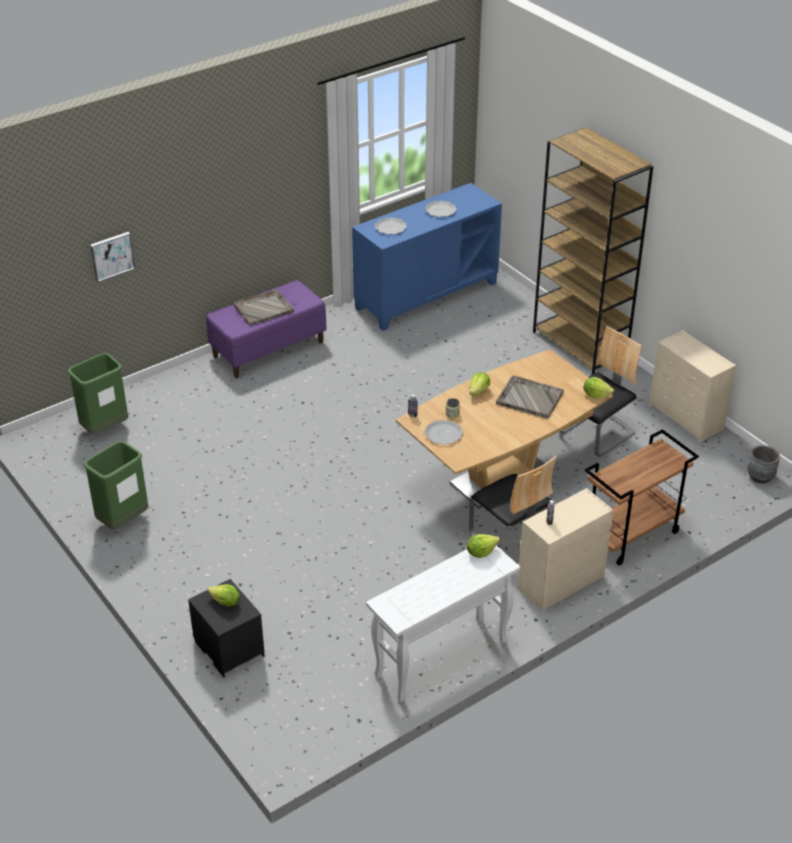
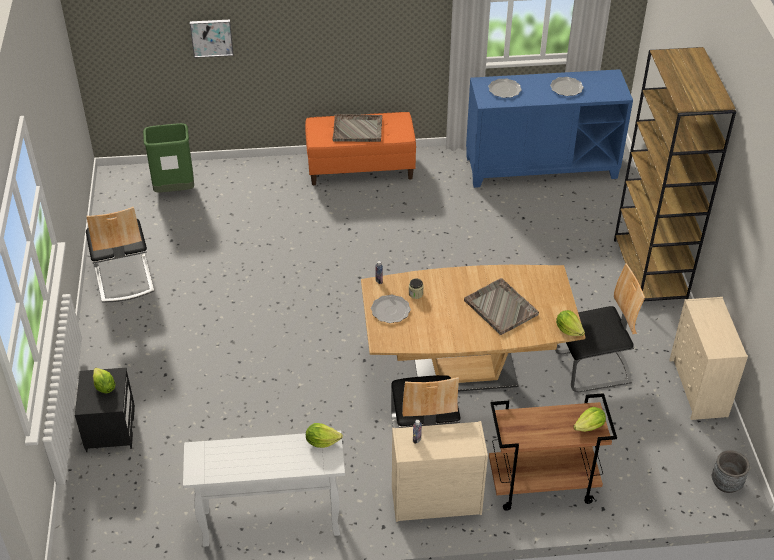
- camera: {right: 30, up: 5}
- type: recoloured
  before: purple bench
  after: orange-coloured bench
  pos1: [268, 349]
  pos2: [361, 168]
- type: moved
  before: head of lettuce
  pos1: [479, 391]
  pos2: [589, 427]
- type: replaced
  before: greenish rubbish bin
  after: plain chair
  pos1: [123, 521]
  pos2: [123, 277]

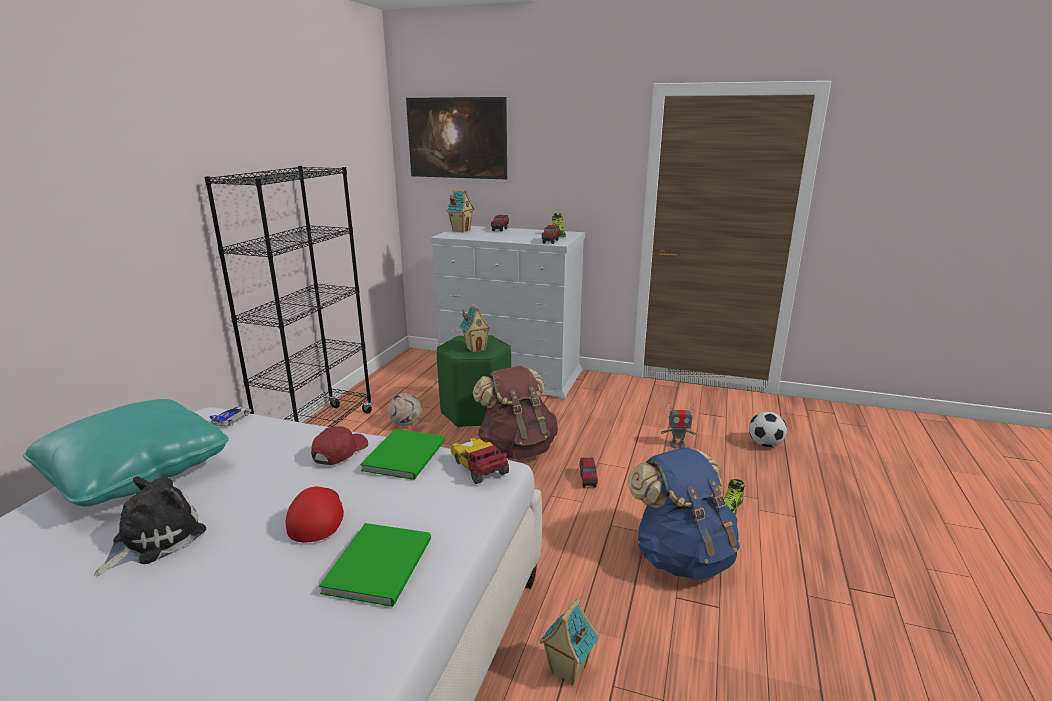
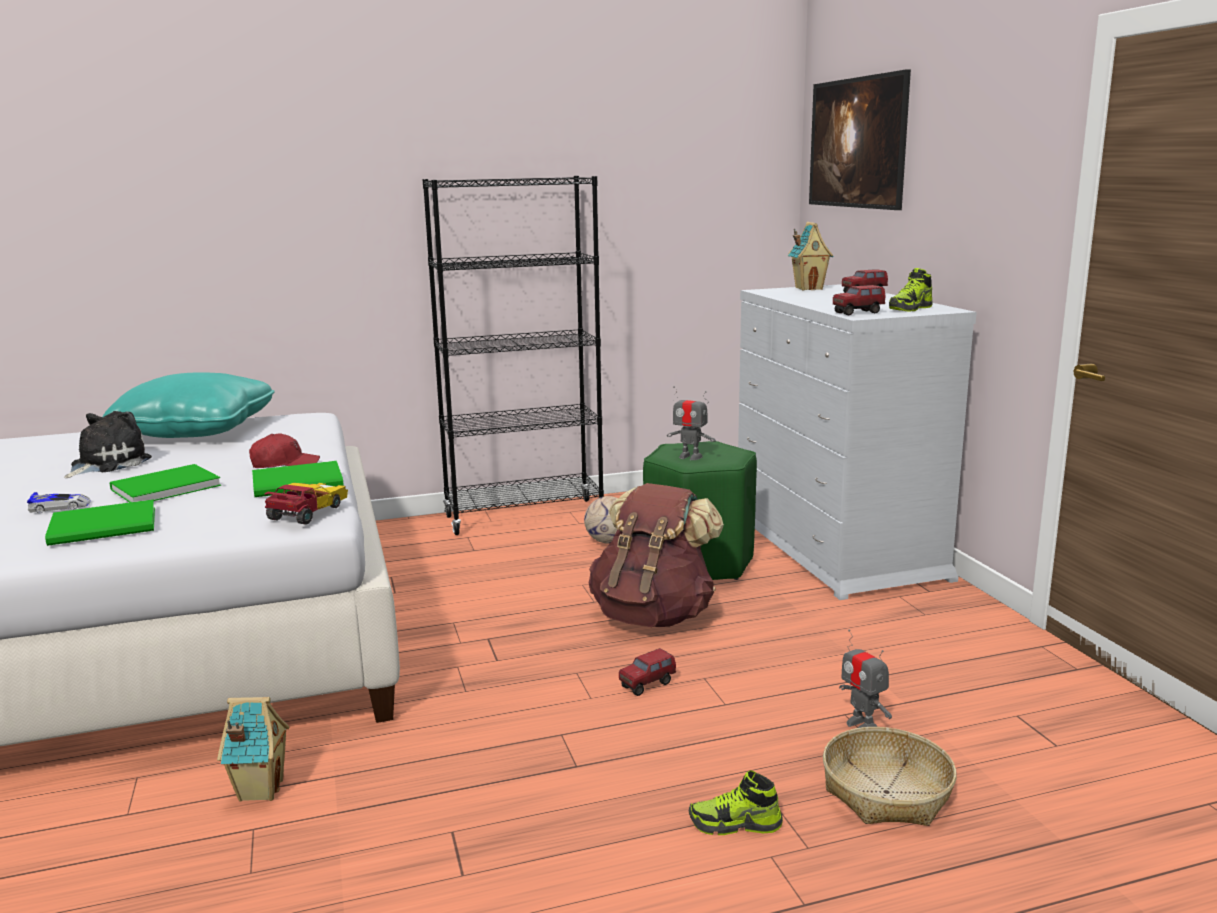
- camera: {right: 55, up: -5}
- type: replaced
  before: model house
  after: toy robot
  pos1: [476, 348]
  pos2: [690, 457]
- type: moved
  before: toy car
  pos1: [232, 418]
  pos2: [60, 507]
- type: removed
  before: football ball
  pos1: [765, 444]
- type: removed
  before: blue backpack
  pos1: [681, 556]
- type: turned
  before: plush toy
  pos1: [154, 539]
  pos2: [106, 464]
  turn: -60
- type: replaced
  before: red peaked cap
  after: greenish volume
  pos1: [317, 516]
  pos2: [162, 487]
- type: added
  after: basket
  pos2: [887, 792]

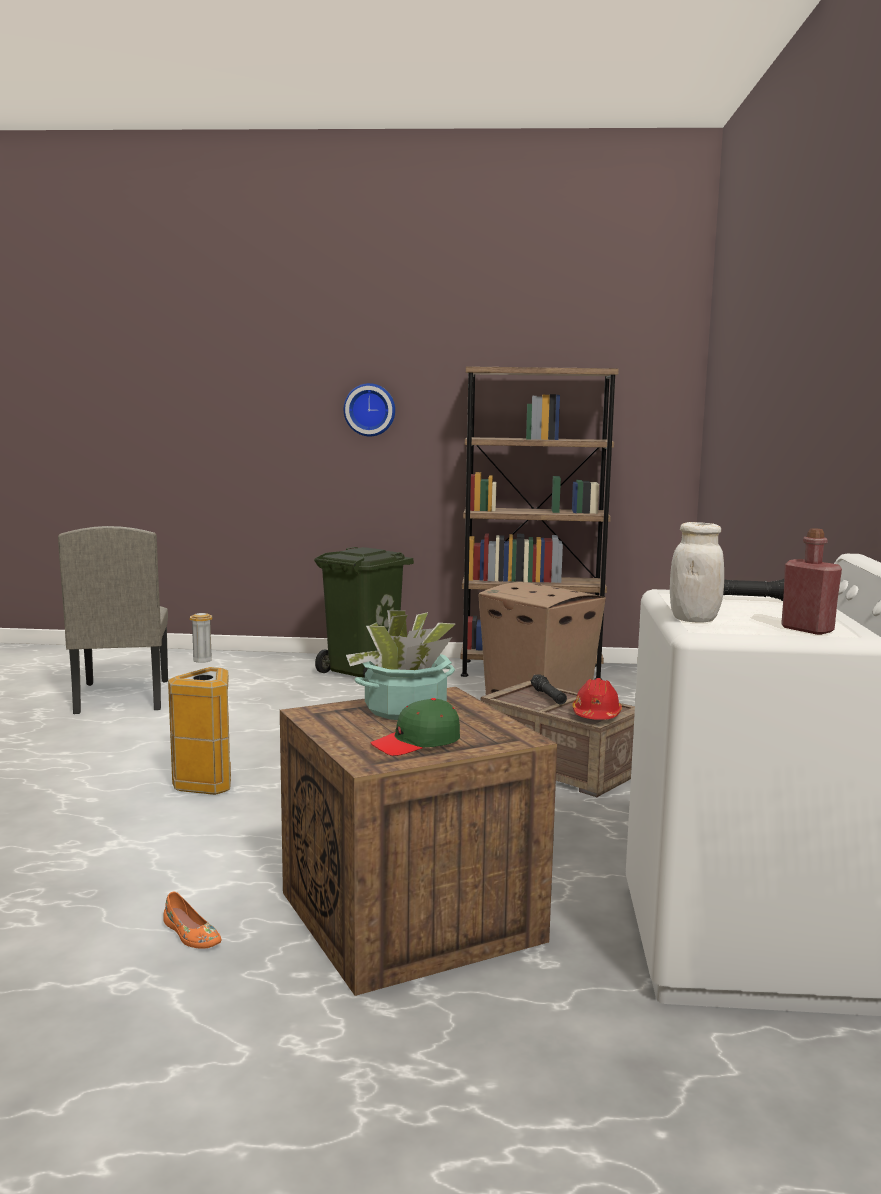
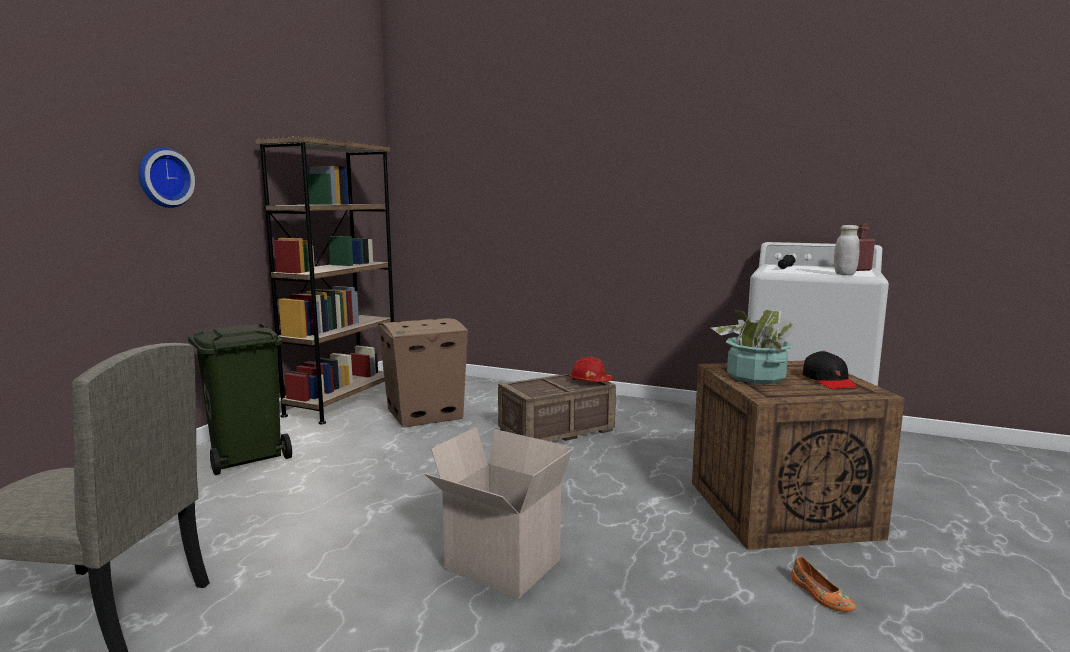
- camera: {right: -70, up: 0}
- type: replaced
  before: rubbish bin
  after: cardboard box
  pos1: [208, 784]
  pos2: [499, 566]
- type: removed
  before: blackish torch
  pos1: [548, 696]
- type: recoloured
  before: greenish peaked cap
  after: blackish peaked cap
  pos1: [417, 742]
  pos2: [829, 381]
- type: turned
  before: orange-coloured shoe
  pos1: [191, 935]
  pos2: [820, 595]
  turn: 90

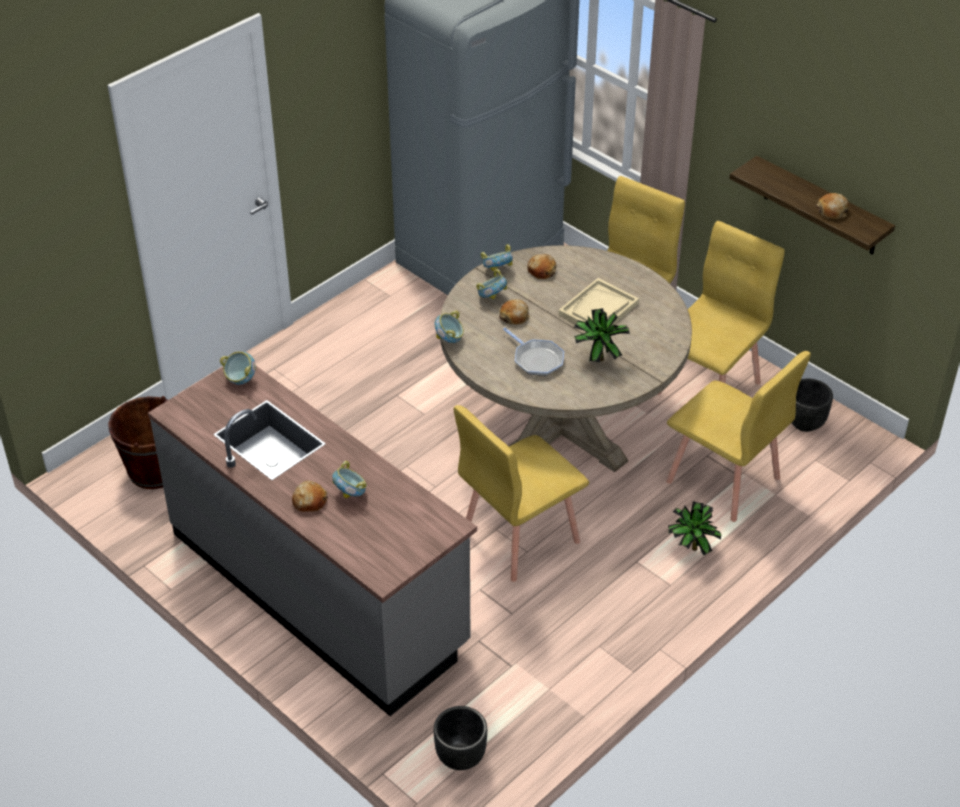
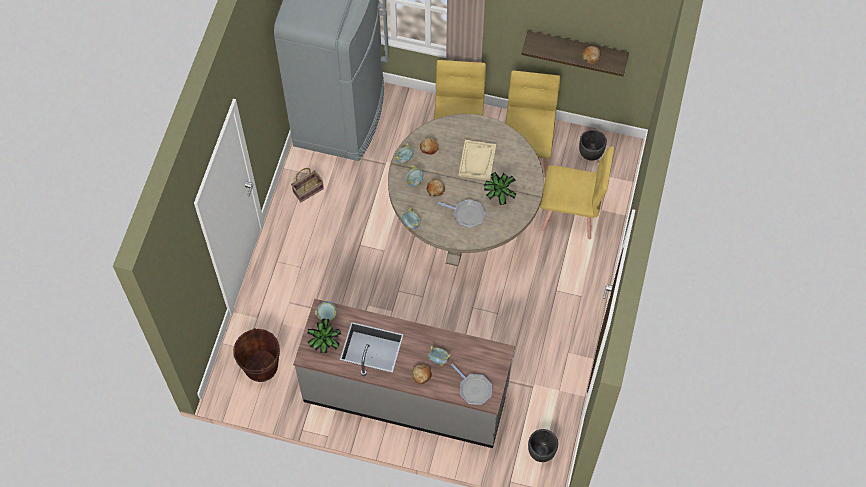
- camera: {right: -30, up: 20}
- type: removed
  before: yellowish plain chair
  pos1: [519, 537]
- type: moved
  before: houseplant
  pos1: [690, 548]
  pos2: [324, 344]
- type: added
  after: basket
  pos2: [308, 191]
- type: added
  after: skillet
  pos2: [474, 389]

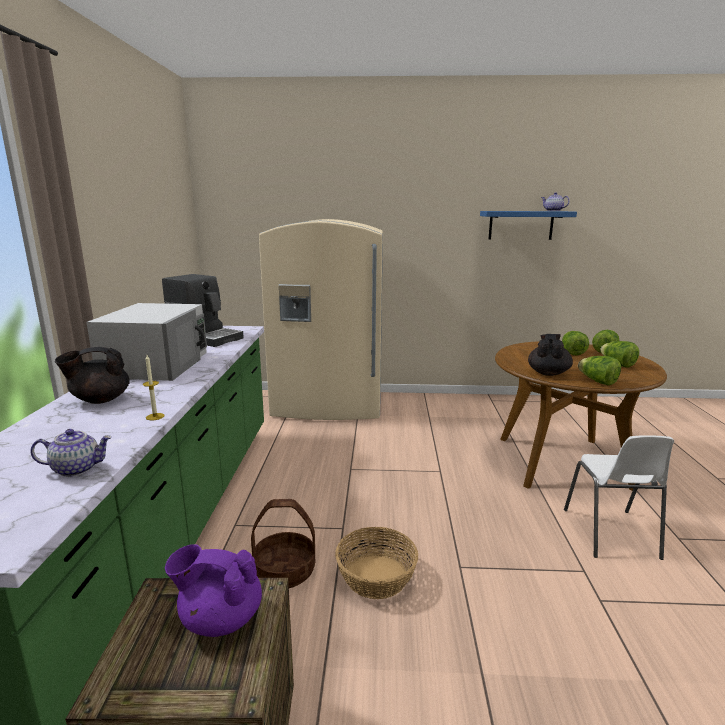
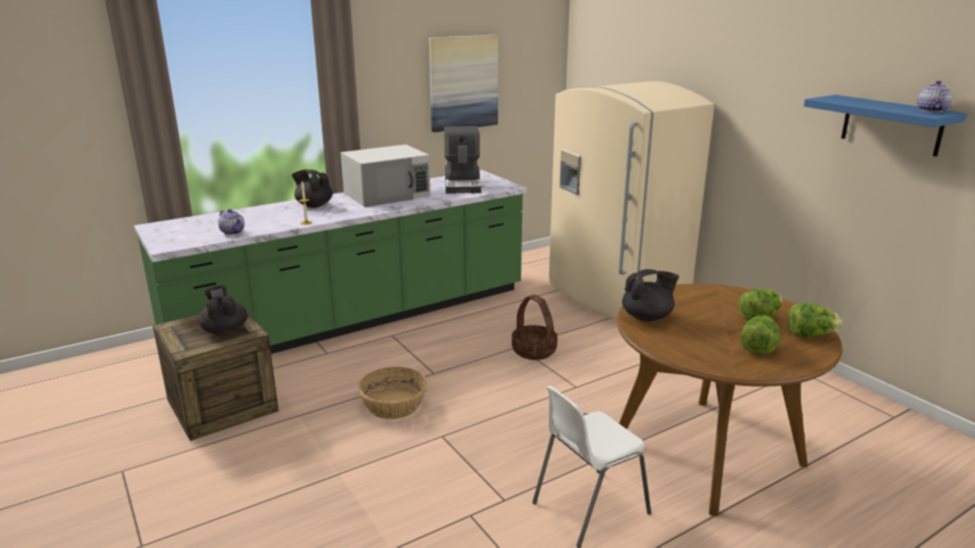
- camera: {right: 55, up: 5}
- type: removed
  before: head of lettuce
  pos1: [597, 382]
- type: moved
  before: basket
  pos1: [285, 570]
  pos2: [534, 350]
- type: recoloured
  before: purple teapot
  after: blackish teapot
  pos1: [220, 618]
  pos2: [225, 330]
- type: added
  after: wall picture
  pos2: [463, 83]

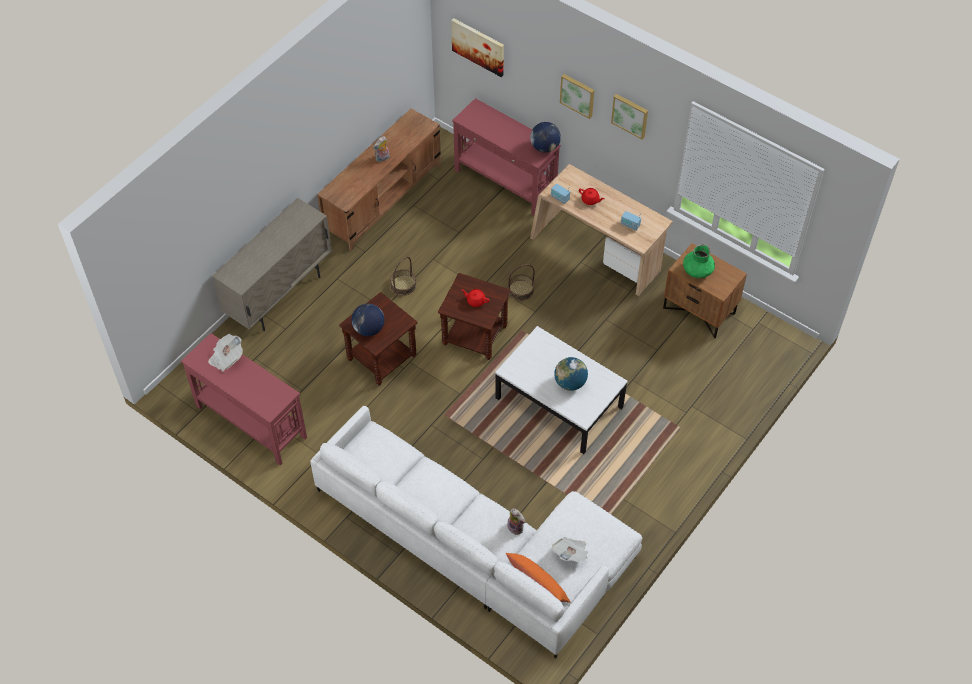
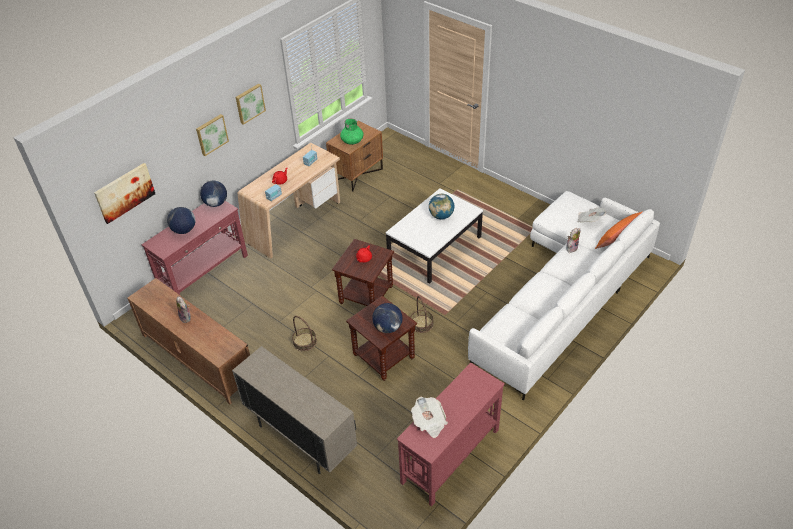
- camera: {right: -85, up: -10}
- type: moved
  before: basket
  pos1: [521, 290]
  pos2: [421, 324]
- type: added
  after: world globe
  pos2: [184, 230]

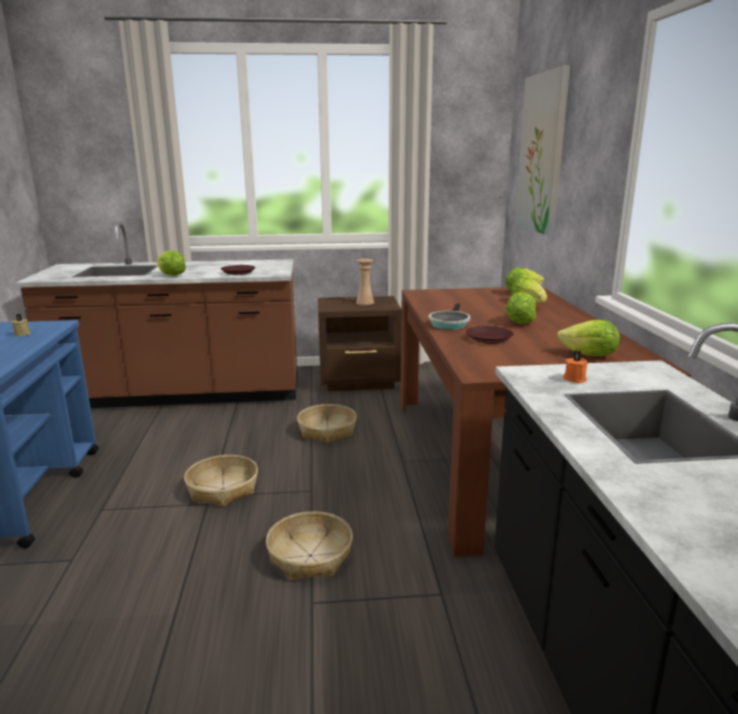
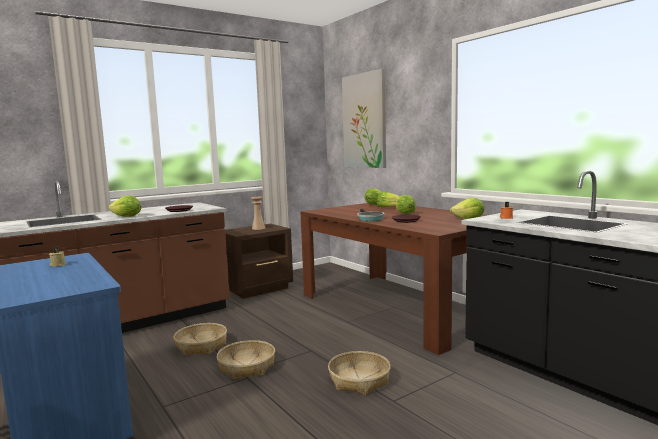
- camera: {right: -30, up: -10}
- type: moved
  before: basket
  pos1: [327, 430]
  pos2: [201, 346]

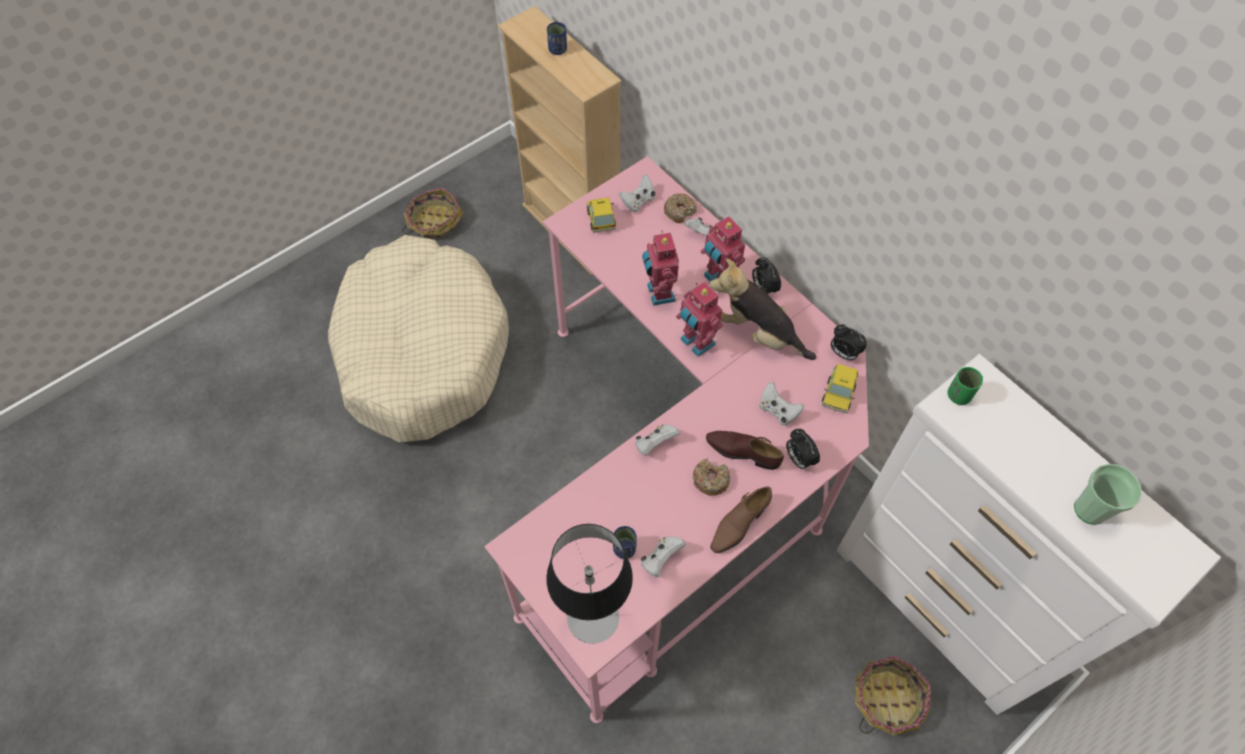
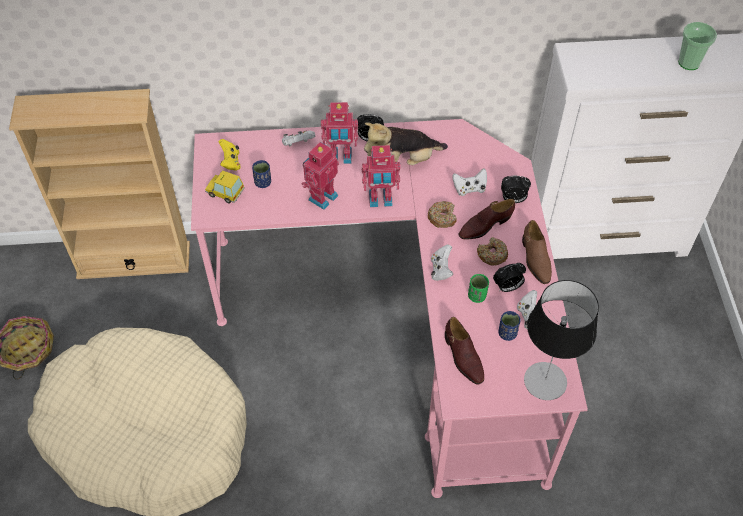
- camera: {right: -55, up: -5}
- type: moved
  before: blue small cup
  pos1: [557, 50]
  pos2: [263, 182]
- type: recoloured
  before: white gamepad
  after: yellowish gamepad
  pos1: [638, 201]
  pos2: [231, 162]
- type: moved
  before: ring doughnut
  pos1: [679, 211]
  pos2: [442, 217]
- type: turned
  before: toy robot
  pos1: [659, 293]
  pos2: [321, 197]
  turn: 105
- type: moved
  before: alarm clock
  pos1: [843, 353]
  pos2: [507, 287]
- type: removed
  before: toy car
  pos1: [838, 395]
- type: moved
  before: greenish small cup
  pos1: [958, 395]
  pos2: [477, 296]
- type: removed
  before: basket
  pos1: [887, 699]
- type: added
  after: brown-coloured shoe
  pos2: [463, 357]

